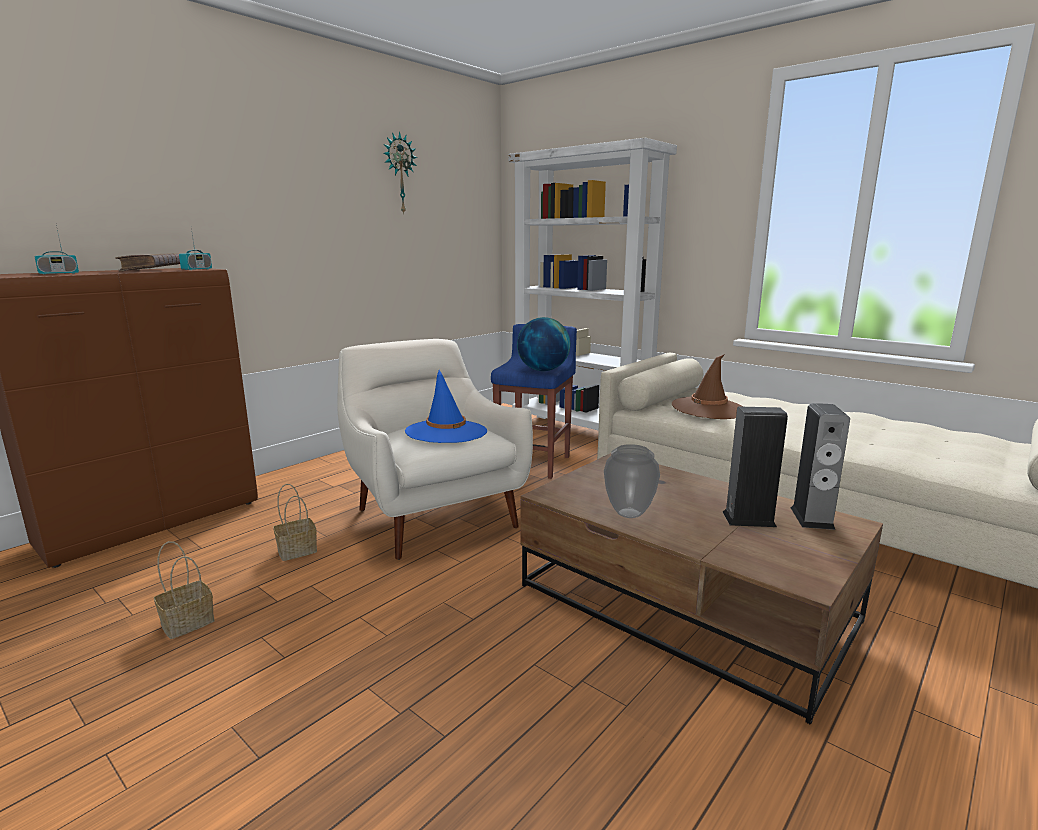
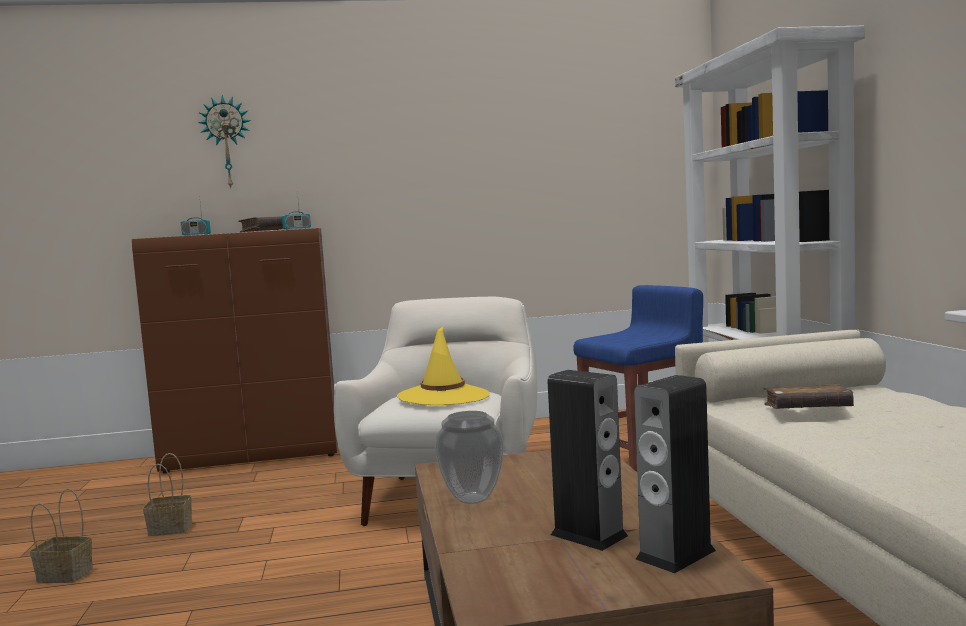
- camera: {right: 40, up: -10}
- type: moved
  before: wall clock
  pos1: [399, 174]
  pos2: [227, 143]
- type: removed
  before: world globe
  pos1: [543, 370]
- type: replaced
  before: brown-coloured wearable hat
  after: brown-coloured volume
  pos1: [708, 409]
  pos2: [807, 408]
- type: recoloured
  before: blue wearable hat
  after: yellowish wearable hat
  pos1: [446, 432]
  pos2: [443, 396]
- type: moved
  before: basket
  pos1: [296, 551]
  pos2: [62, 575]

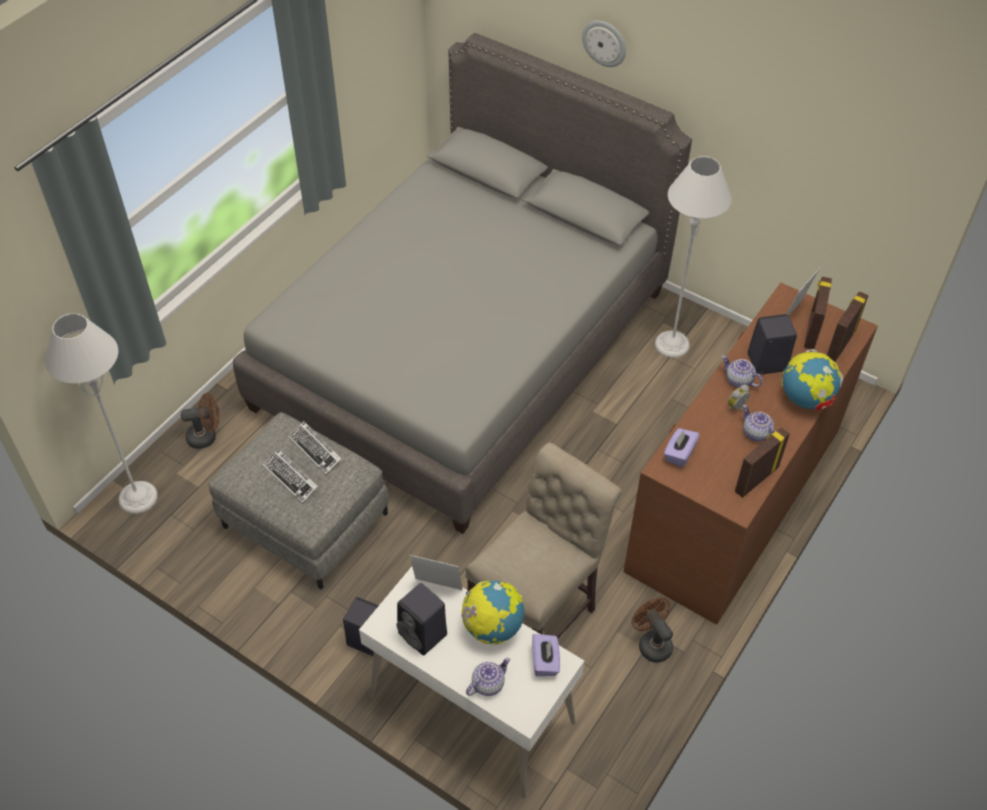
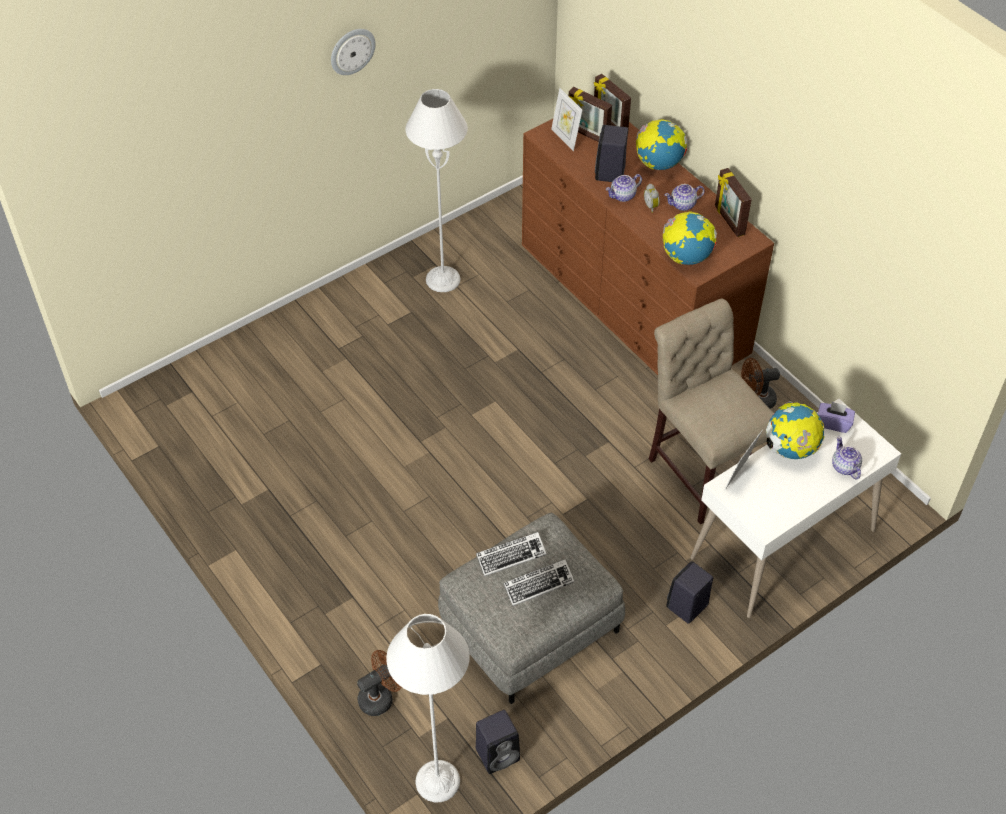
- camera: {right: -70, up: 0}
- type: moved
  before: wall clock
  pos1: [605, 43]
  pos2: [352, 51]
- type: removed
  before: gray bed
  pos1: [462, 348]
- type: turned
  before: brown-coloured cooling fan
  pos1: [206, 436]
  pos2: [380, 697]
  turn: 45
- type: replaced
  before: purple box of tissues
  after: world globe
  pos1: [679, 454]
  pos2: [686, 257]
- type: moved
  before: blackish speaker
  pos1: [424, 634]
  pos2: [498, 753]

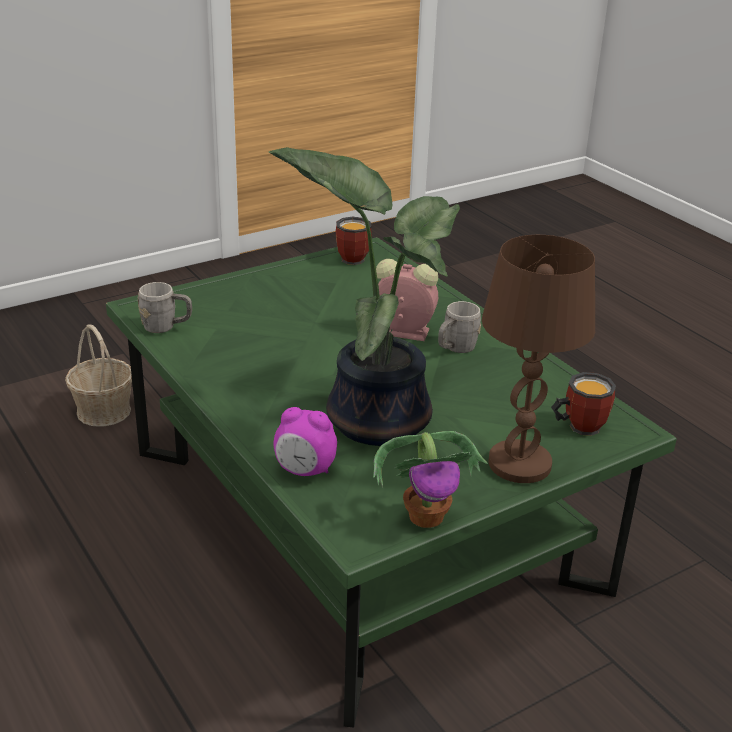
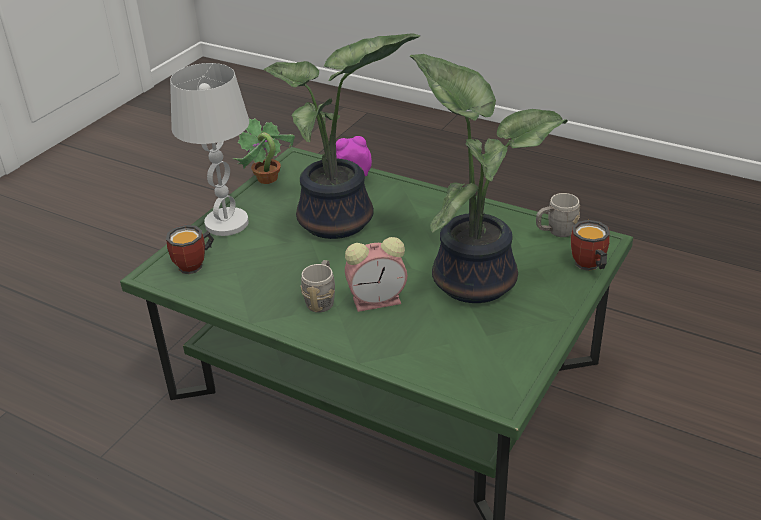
- camera: {right: 155, up: 5}
- type: moved
  before: coffee mug
  pos1: [355, 257]
  pos2: [587, 266]
- type: recoloured
  before: brown-coloured table lamp
  after: white table lamp
  pos1: [519, 463]
  pos2: [227, 223]
- type: removed
  before: basket
  pos1: [104, 411]
- type: added
  after: houseplant
  pos2: [475, 278]

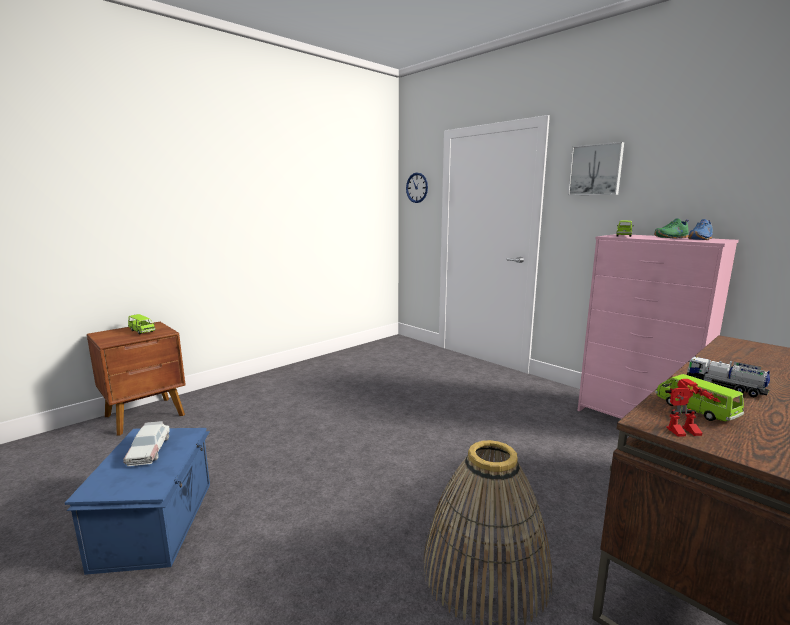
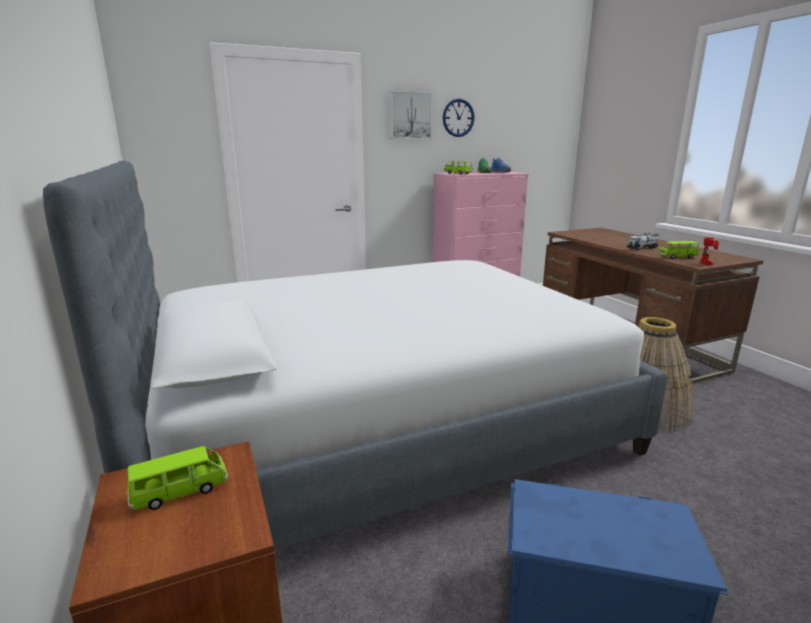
- camera: {right: -70, up: 5}
- type: moved
  before: wall clock
  pos1: [417, 187]
  pos2: [458, 118]
- type: removed
  before: toy car
  pos1: [149, 450]
- type: added
  after: bed
  pos2: [379, 423]

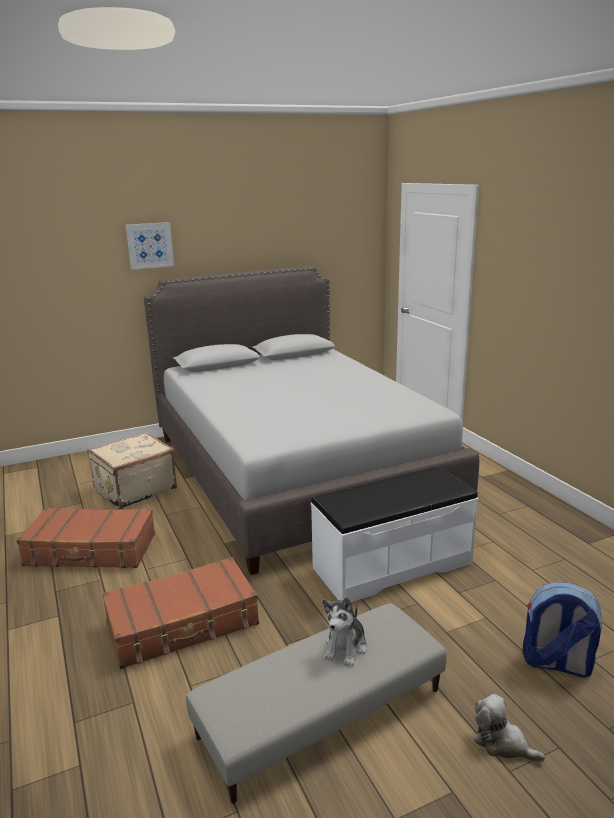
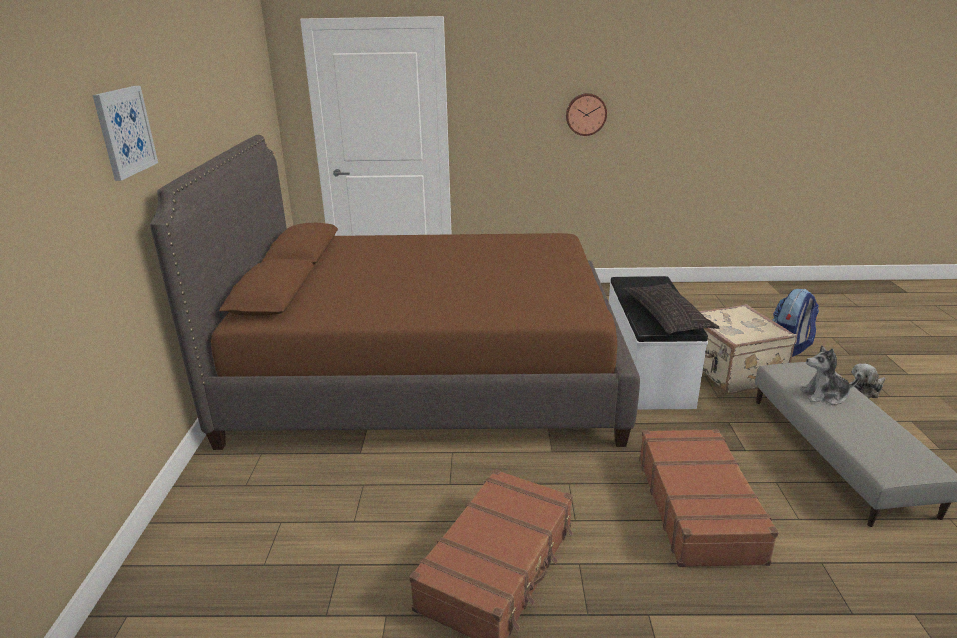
- camera: {right: -65, up: 5}
- type: recoloured
  before: gray bed
  after: brown-coloured bed
  pos1: [297, 471]
  pos2: [427, 373]
- type: moved
  before: beige-coloured travel case
  pos1: [134, 489]
  pos2: [731, 371]
- type: turned
  before: plush toy
  pos1: [346, 647]
  pos2: [824, 396]
  turn: 135
- type: added
  after: wall clock
  pos2: [586, 114]
- type: added
  after: cushion
  pos2: [666, 315]

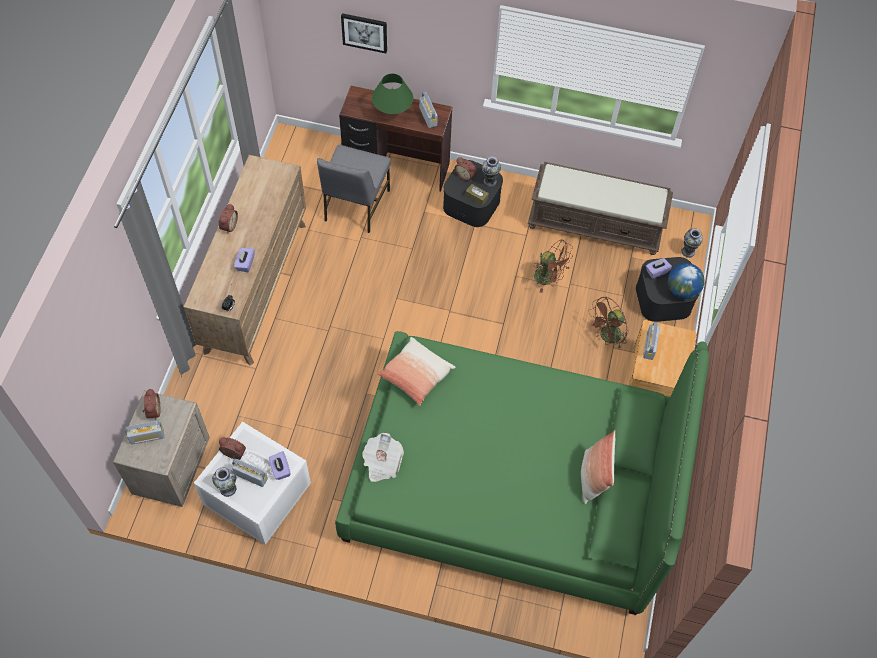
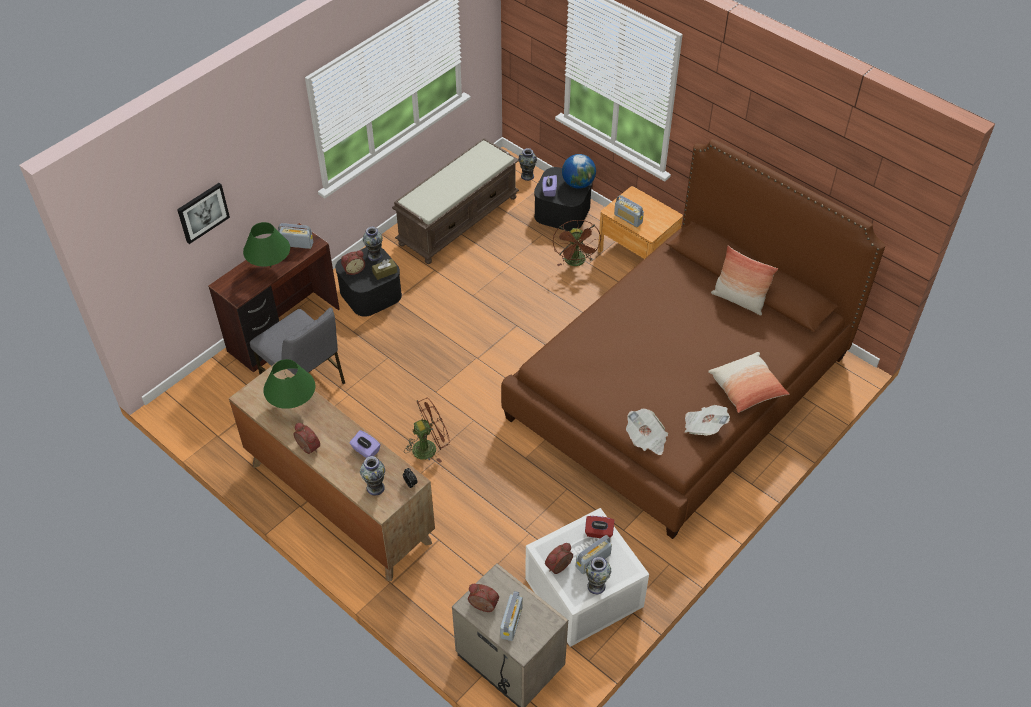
- camera: {right: -60, up: -10}
- type: moved
  before: brown-coloured cooling fan
  pos1: [549, 278]
  pos2: [429, 447]
- type: recoloured
  before: greenish bed
  after: brown-coloured bed
  pos1: [511, 480]
  pos2: [678, 386]
- type: moved
  before: cushion
  pos1: [415, 376]
  pos2: [747, 389]
- type: recoloured
  before: purple box of tissues
  after: red box of tissues
  pos1: [280, 469]
  pos2: [598, 532]
- type: added
  after: greenish table lamp
  pos2: [293, 405]
- type: added
  after: daily paper
  pos2: [704, 426]
- type: added
  after: flower vase
  pos2: [375, 487]

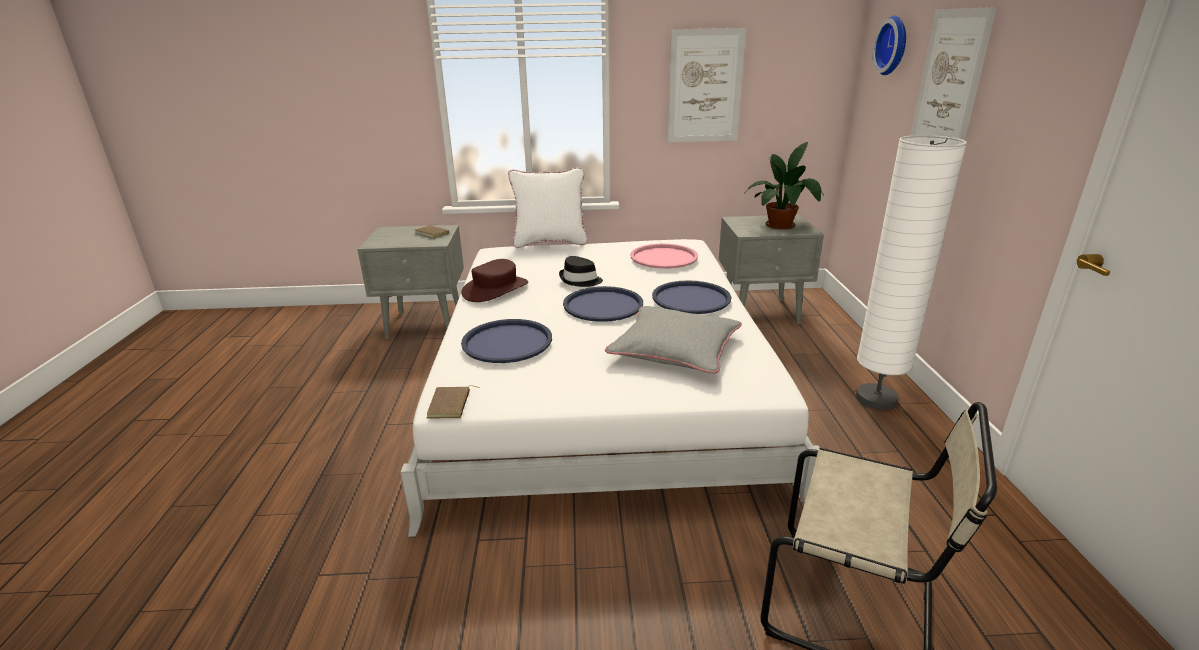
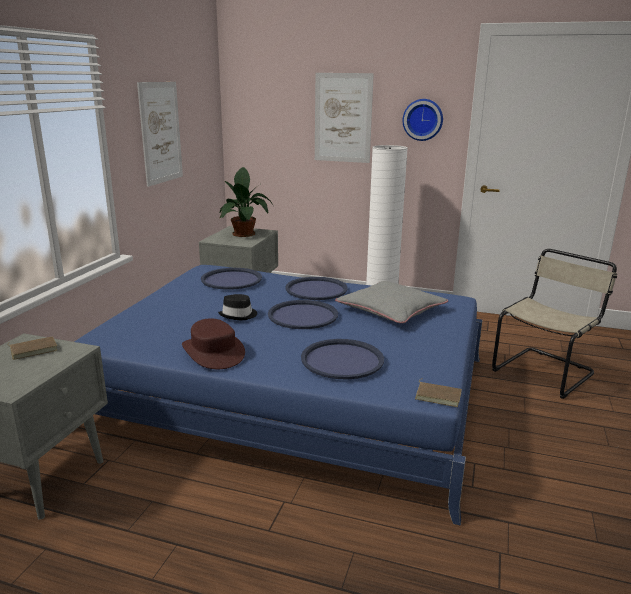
- camera: {right: -70, up: -5}
- type: moved
  before: wall clock
  pos1: [894, 45]
  pos2: [423, 119]
- type: removed
  before: white cushion
  pos1: [550, 242]
- type: recoloured
  before: white bed
  after: blue bed
  pos1: [600, 385]
  pos2: [292, 392]
- type: recoloured
  before: pinkish carrying tray
  after: blue carrying tray
  pos1: [664, 257]
  pos2: [231, 279]

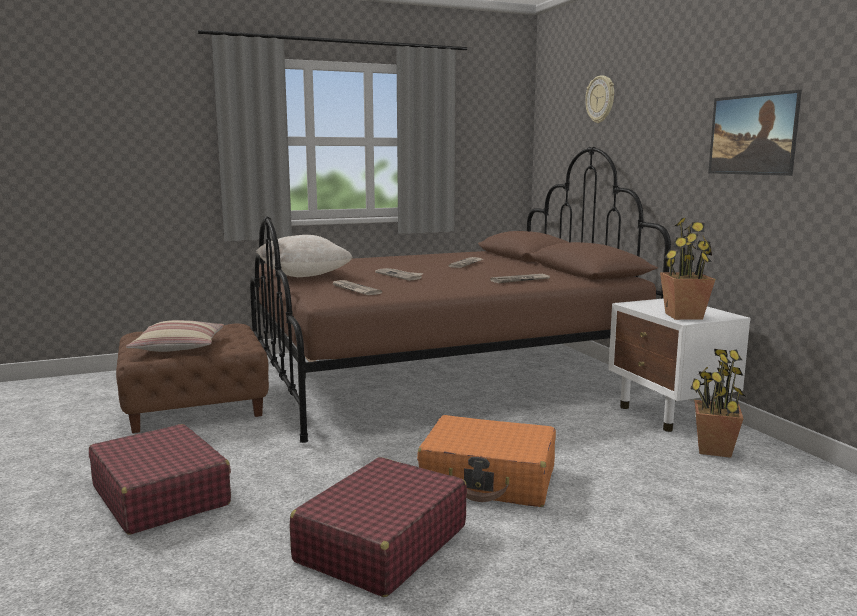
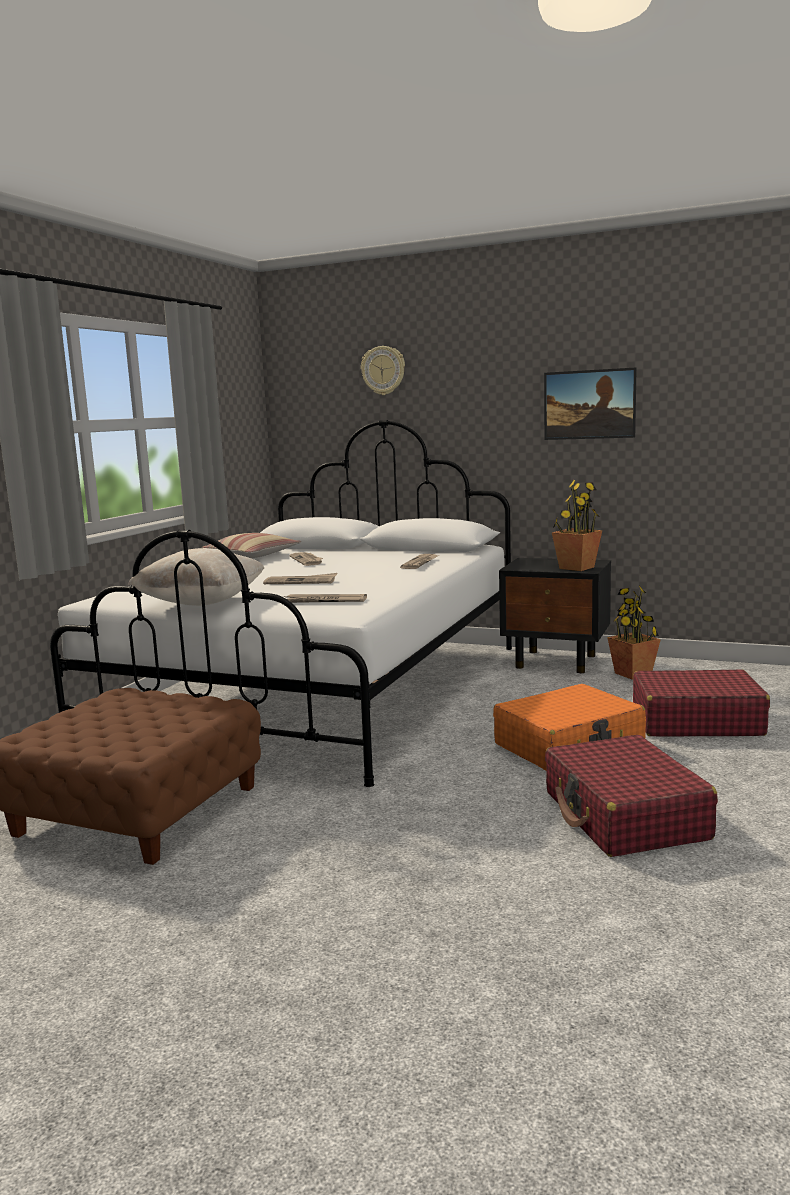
- camera: {right: -45, up: 0}
- type: recoloured
  before: brown-coloured bed
  after: white bed
  pos1: [442, 374]
  pos2: [319, 691]
- type: recoloured
  before: white bedside table
  after: blackish bedside table
  pos1: [671, 414]
  pos2: [557, 661]
- type: moved
  before: cushion
  pos1: [179, 347]
  pos2: [252, 555]
- type: moved
  before: red travel case
  pos1: [160, 495]
  pos2: [695, 721]

